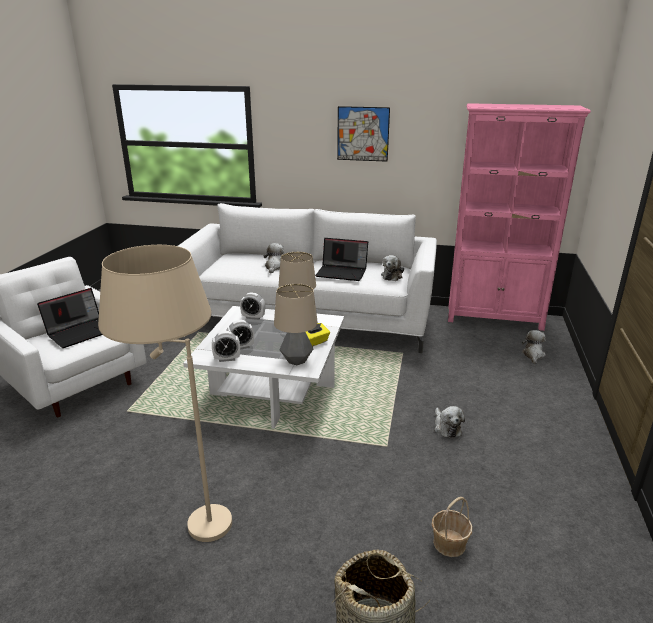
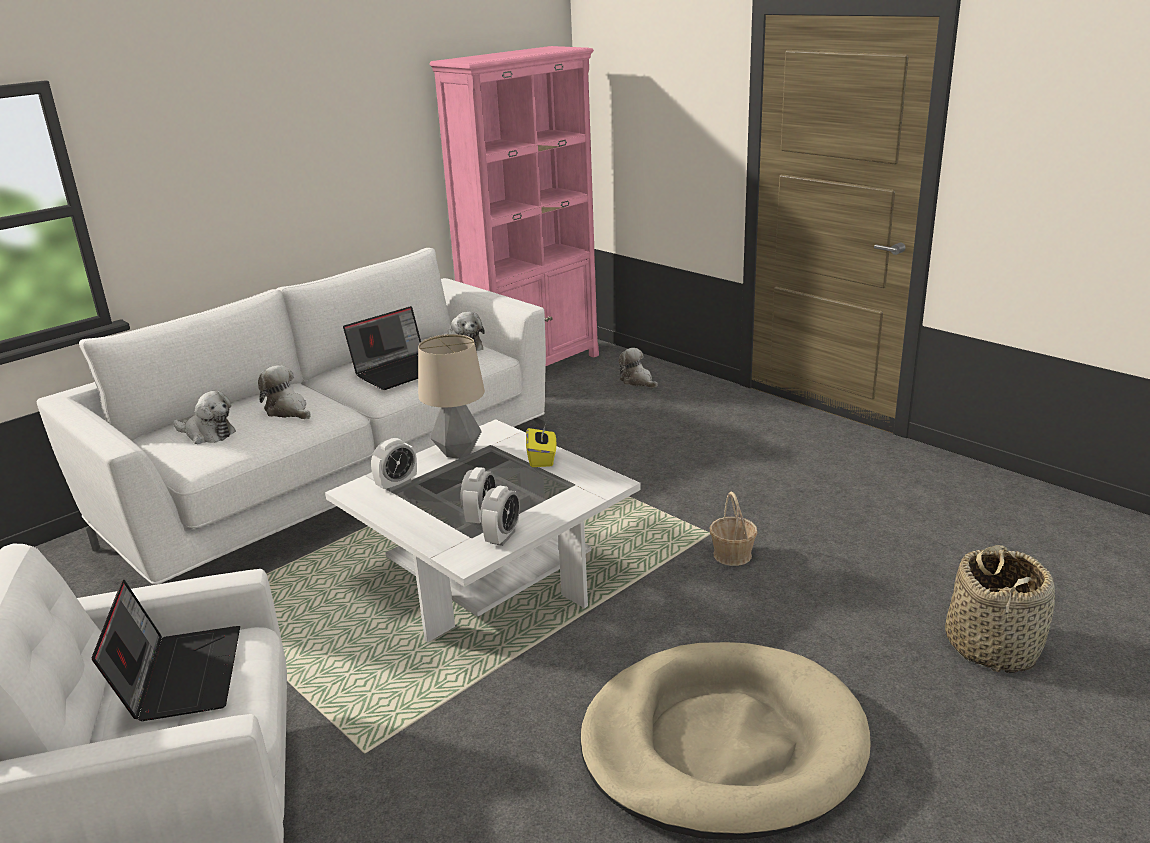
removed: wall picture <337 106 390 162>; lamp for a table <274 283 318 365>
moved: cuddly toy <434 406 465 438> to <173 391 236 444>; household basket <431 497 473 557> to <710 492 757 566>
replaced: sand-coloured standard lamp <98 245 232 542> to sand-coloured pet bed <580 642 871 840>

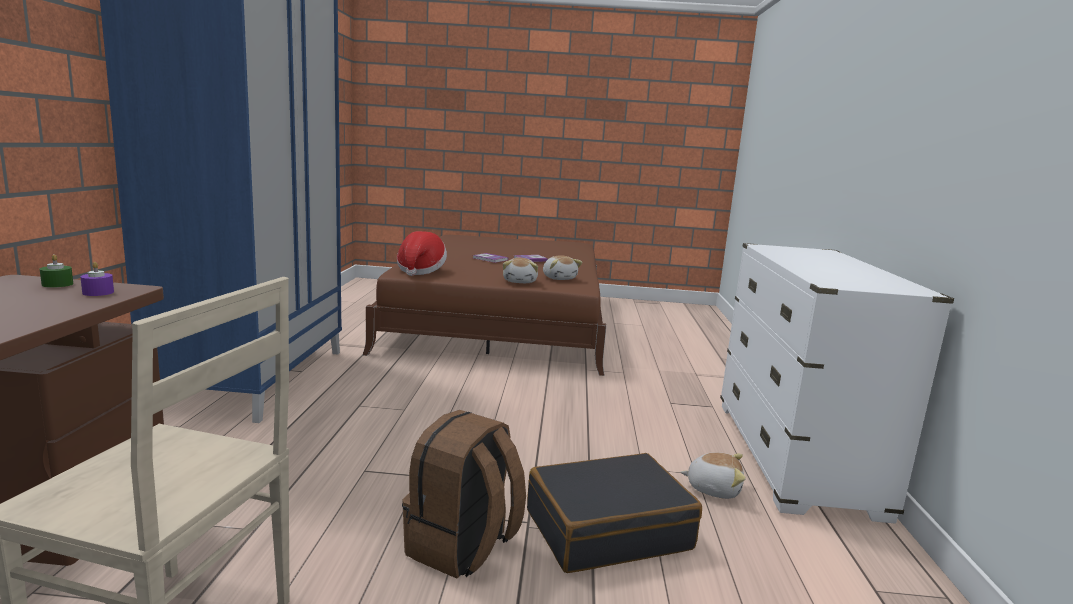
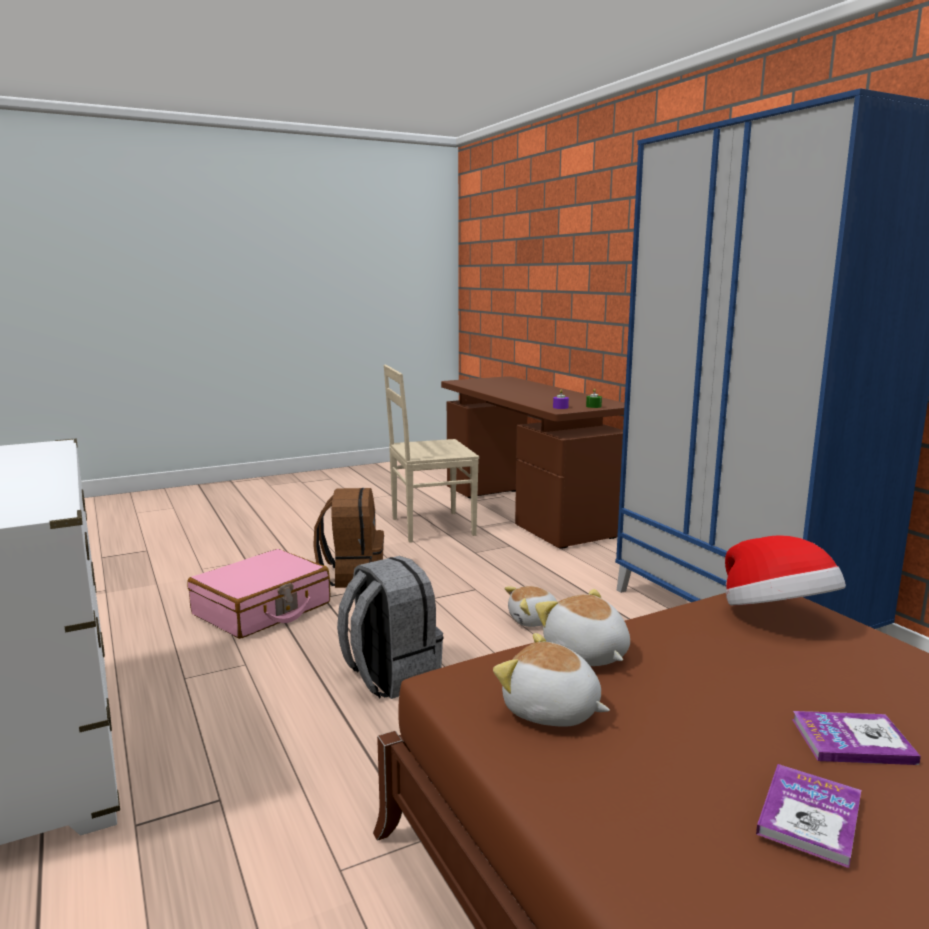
added: greyish rucksack <337 556 443 699>
moved: cuddly toy <680 452 746 499> to <505 586 557 627>
recoloured: blackish piece of luggage <527 453 702 573> to pink-coloured piece of luggage <187 549 330 639>

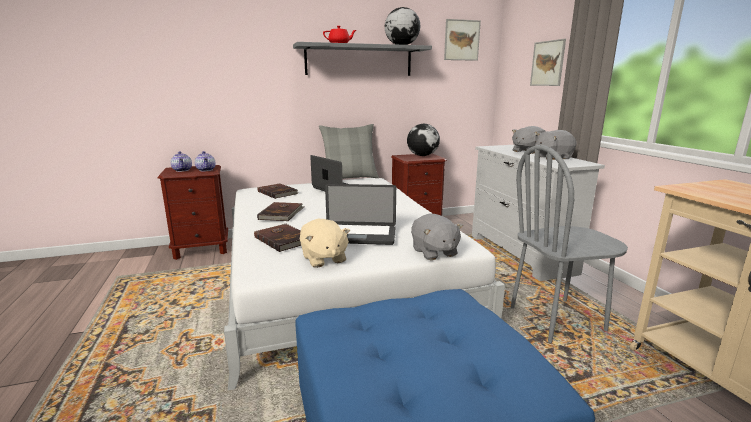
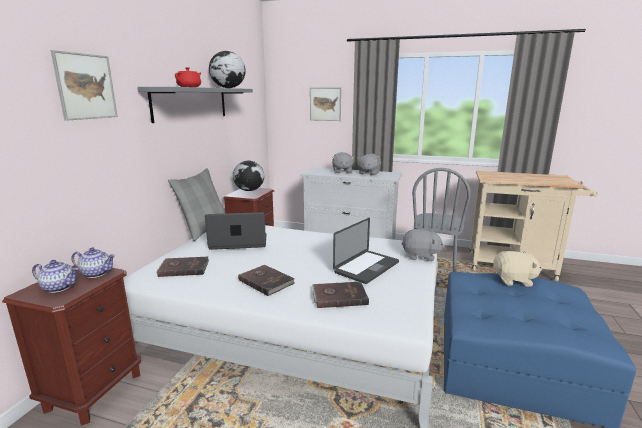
moved: wall picture <444 19 481 61> to <51 50 118 121>; sand-coloured cuddly toy <300 219 350 268> to <493 251 542 287>

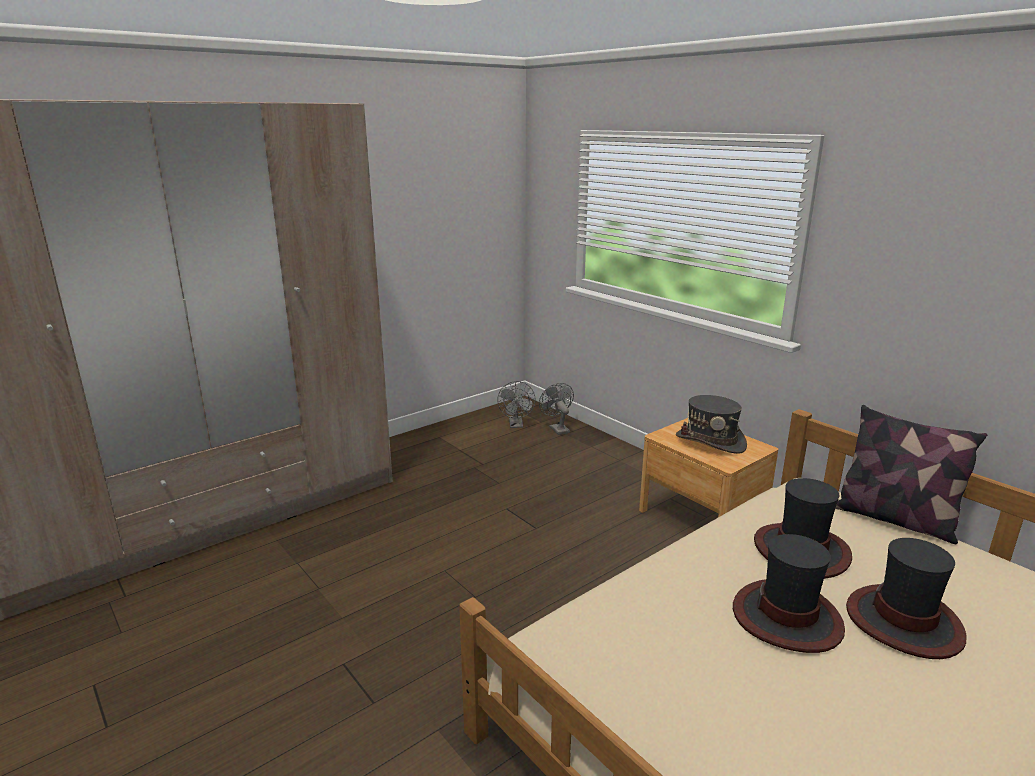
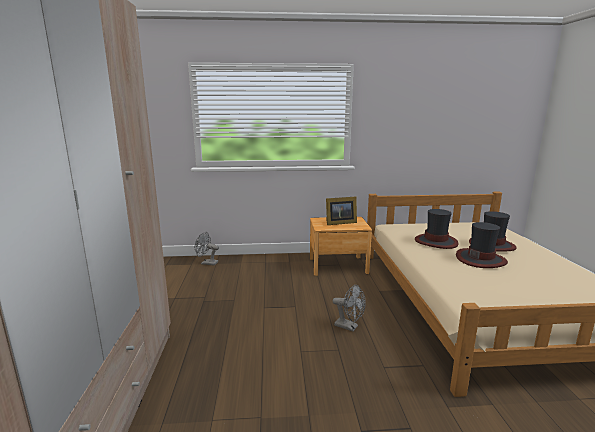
removed: pillow <835 405 987 544>
moved: greyish fan <497 381 536 428> to <333 285 366 331>
replaced: greyish clothing hat <676 395 747 454> to standing frame <326 196 357 225>

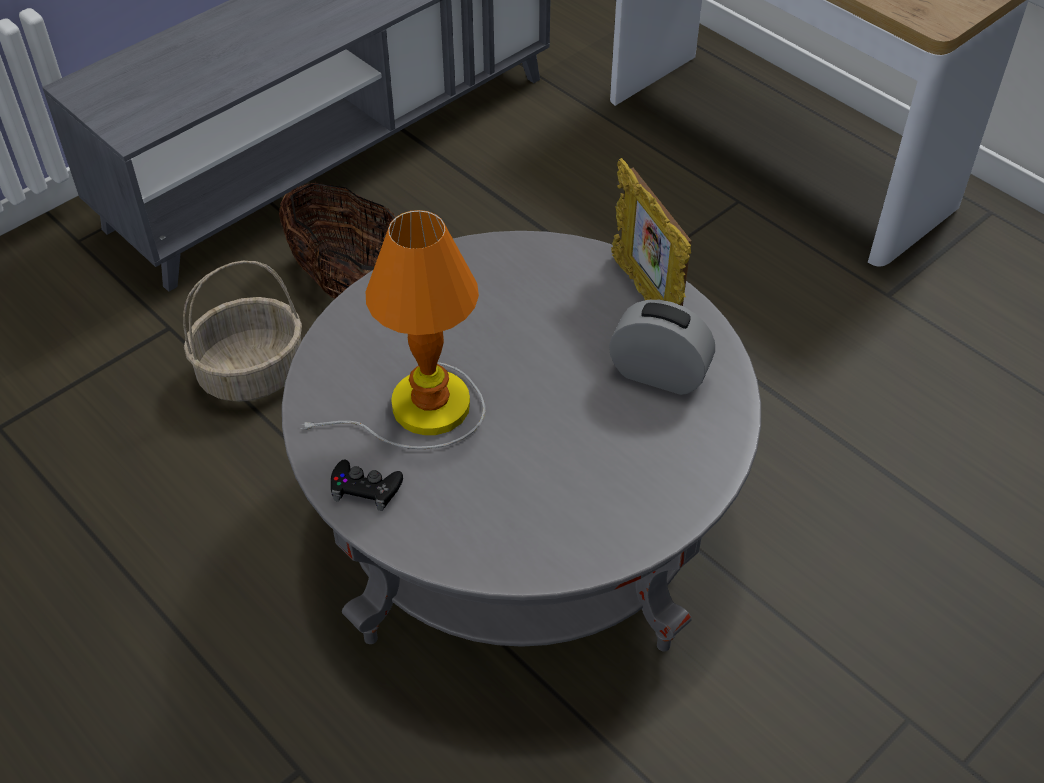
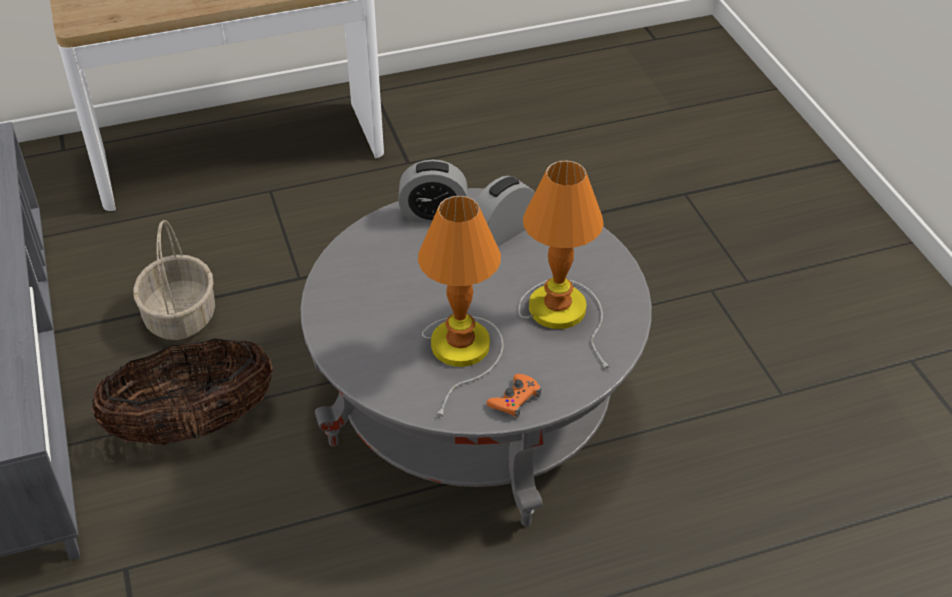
added: lamp for a table <518 161 610 370>
moved: household basket <183 261 302 402> to <133 220 215 340>
replaced: standing frame <611 158 691 306> to alarm clock <398 159 468 222>
recoloured: blackish gamepad <331 460 403 511> to orangey gamepad <487 374 541 418>

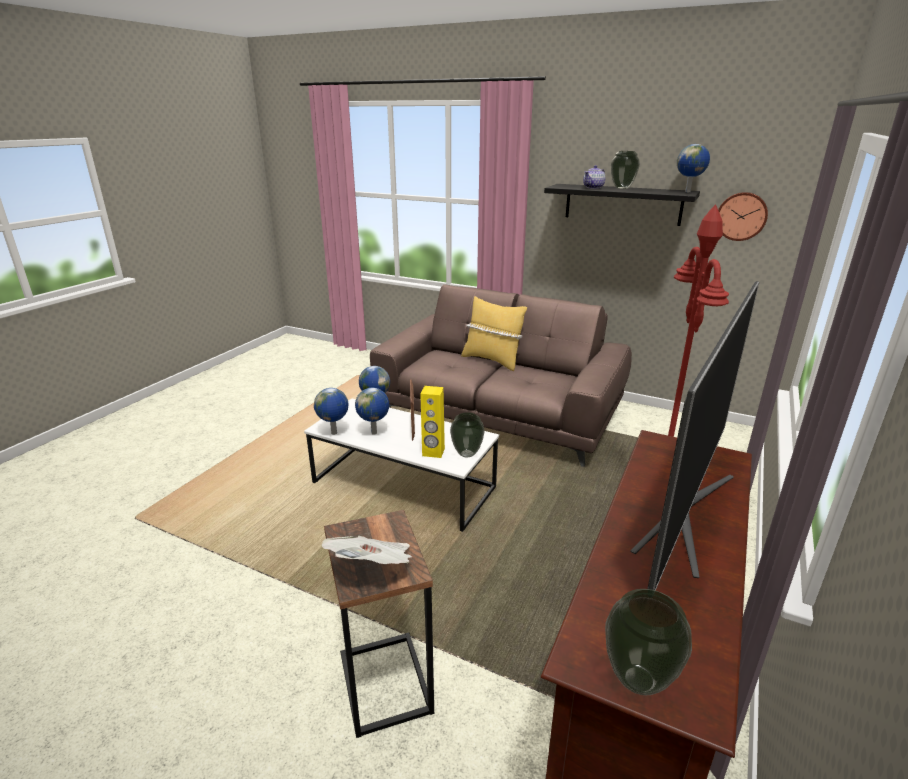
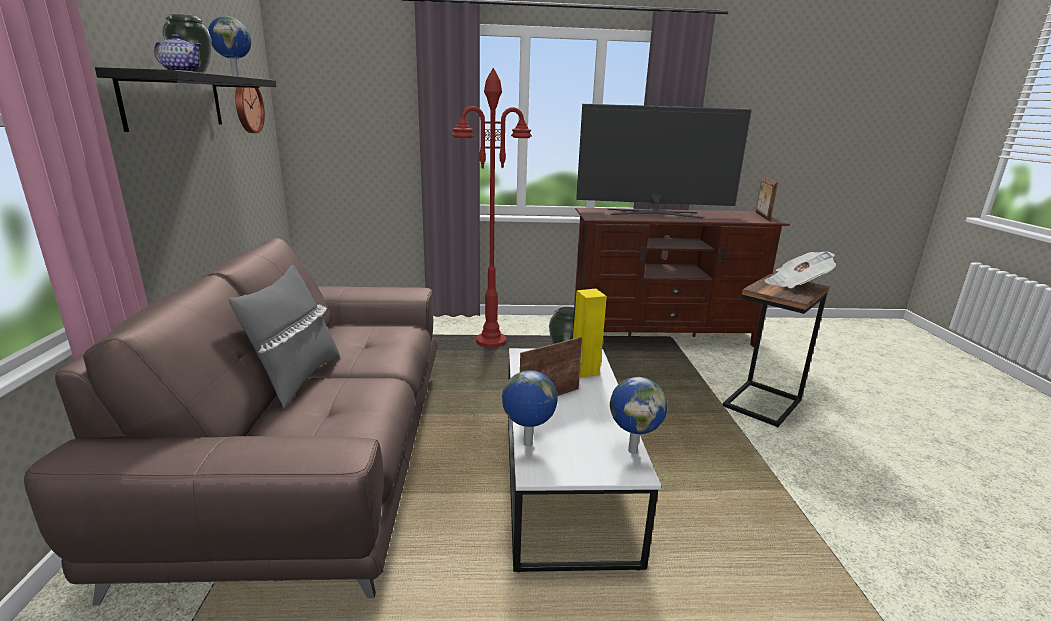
removed: globe <355 388 389 435>
replaced: vase <605 589 692 695> to standing frame <756 176 778 221>
recoloured: yellow-coloured pillow <461 296 527 371> to greyish pillow <229 265 340 409>

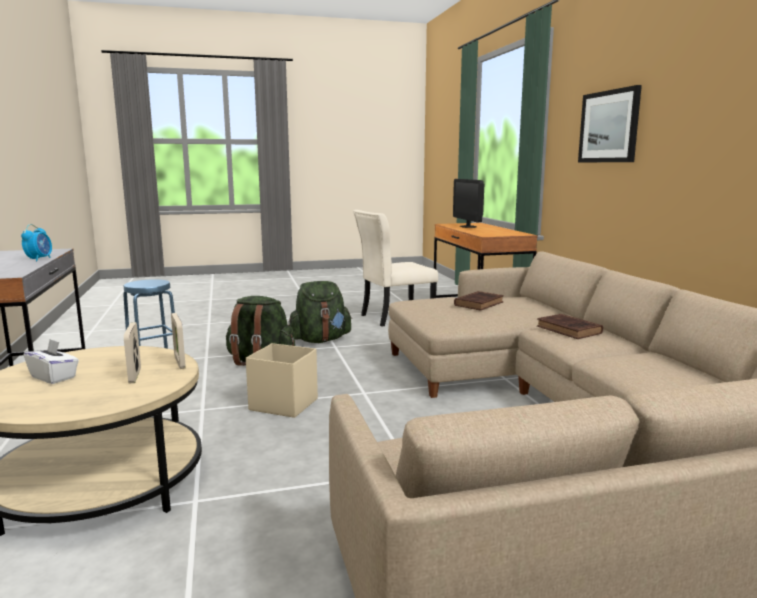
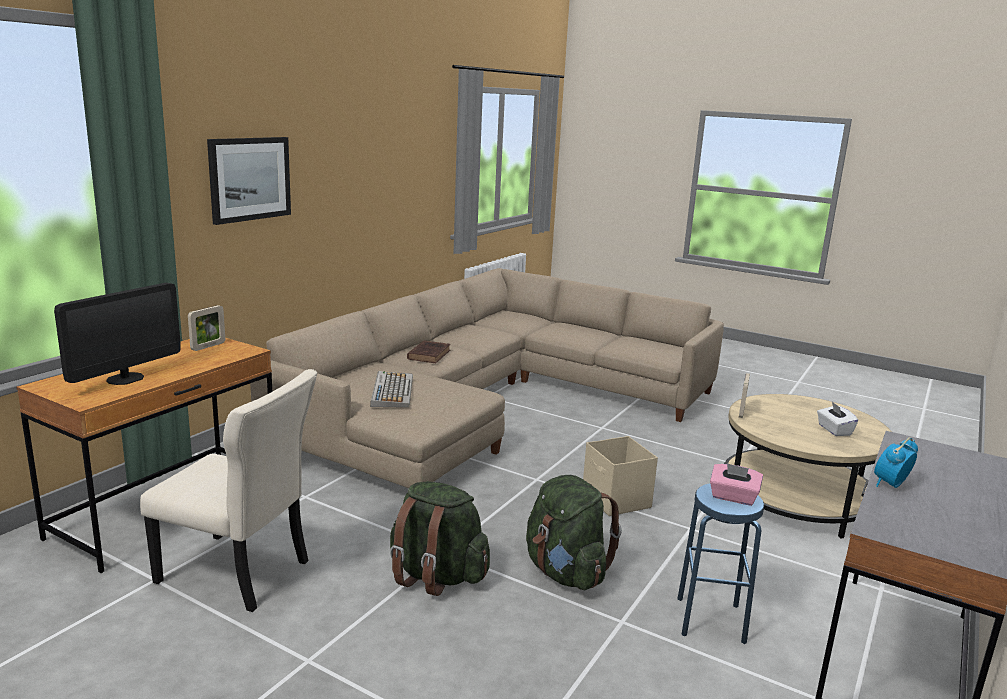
added: pink-coloured tissue box <710 463 763 506>
moved: standing frame <124 322 141 384> to <188 305 225 351>
replaced: brown bound book <454 291 504 310> to PC keyboard <370 371 413 408>

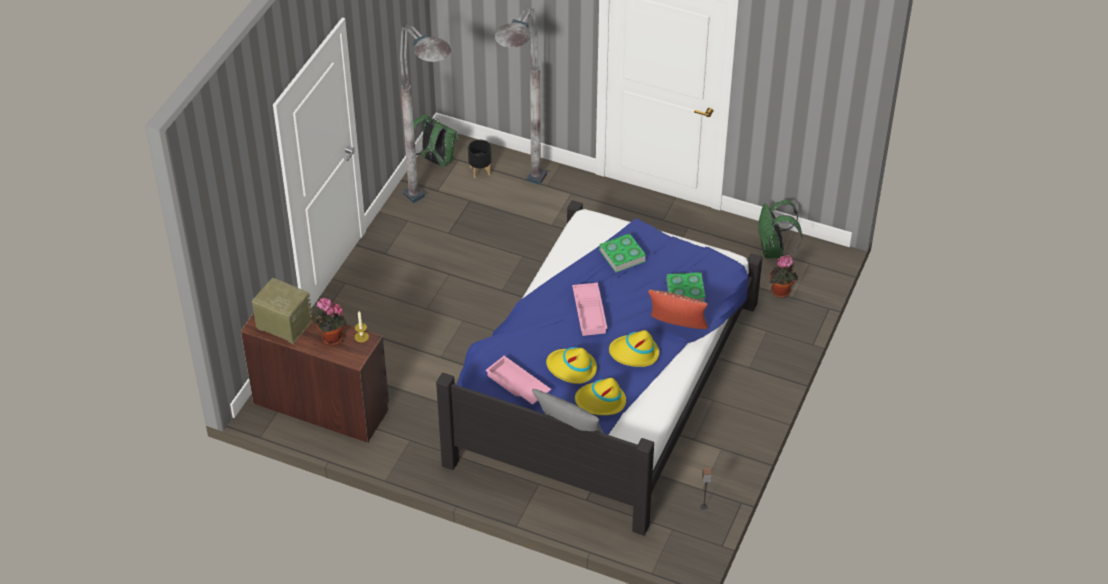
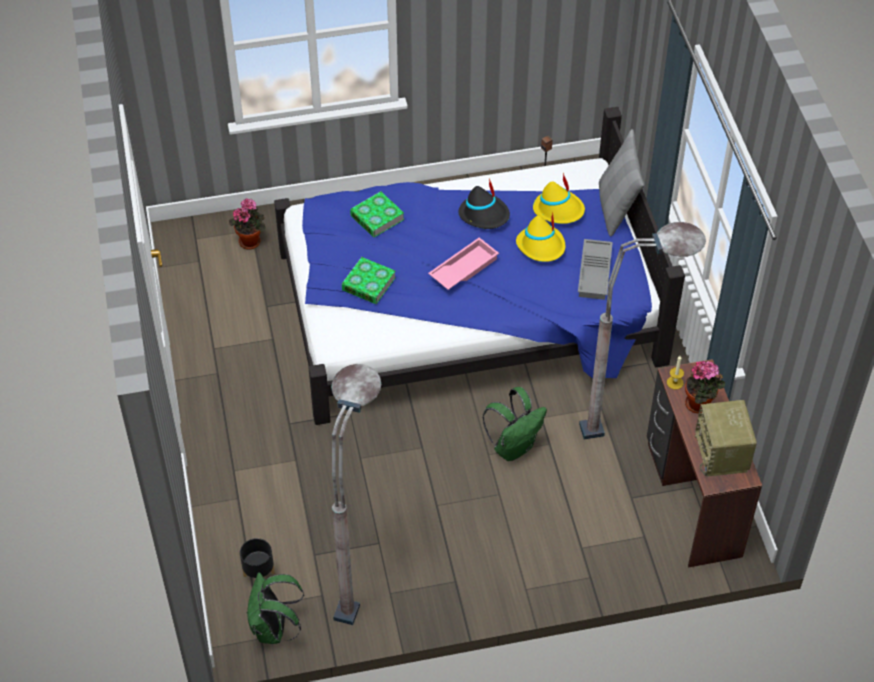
removed: pillow <648 290 708 329>
moved: greyish standard lamp <495 7 547 185> to <579 222 706 440>; green-coloured rucksack <758 200 802 258> to <482 387 547 461>
recoloured: yellow-coloured clothing hat <609 330 659 367> to blackish clothing hat <459 178 510 229>; pink-coloured carrying tray <485 356 551 405> to greyish carrying tray <578 239 613 300>

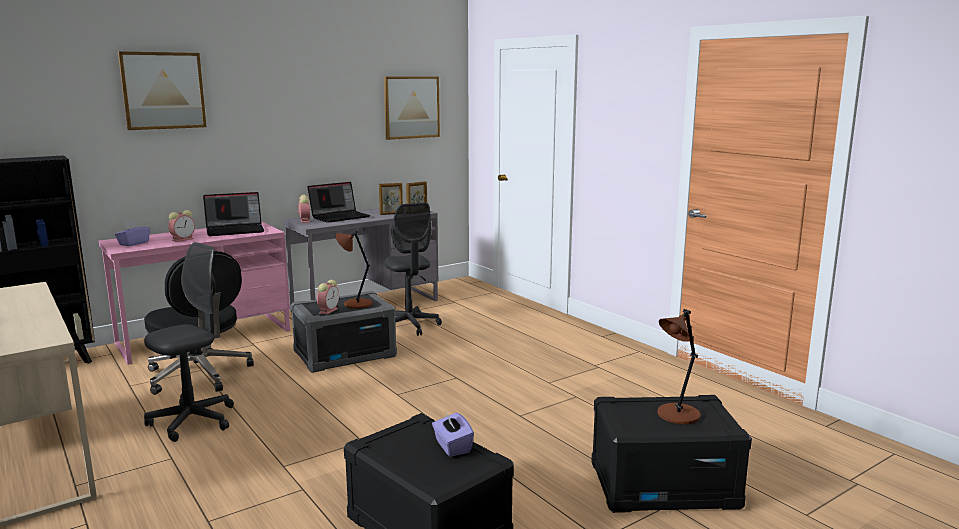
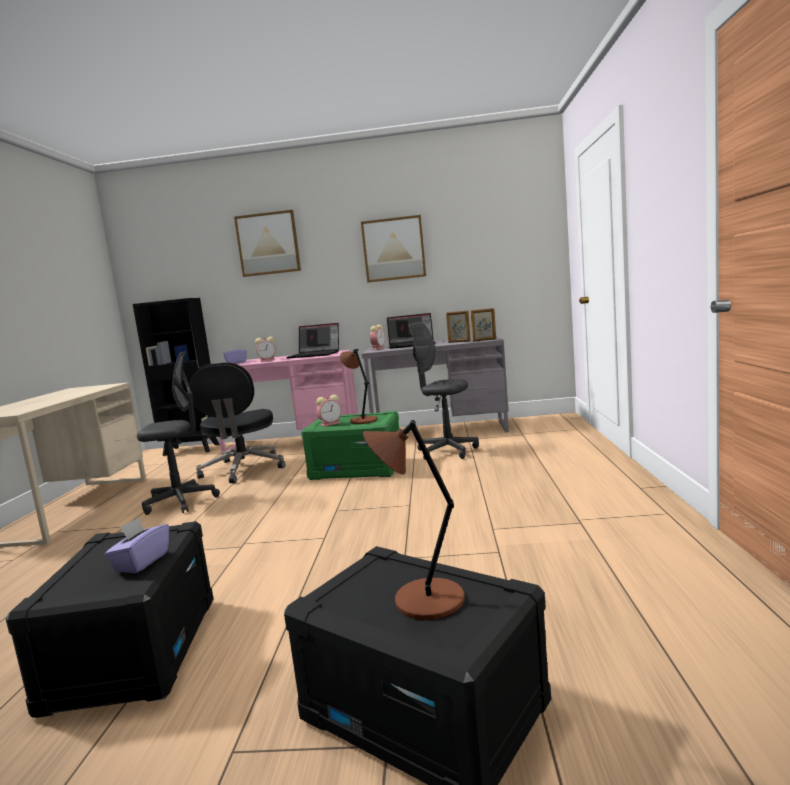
moved: wall picture <384 76 440 140> to <361 215 426 283>
recoloured: greyish storage container <291 291 397 373> to green-coloured storage container <301 411 399 480>
turned: greyish computer chair <384 202 442 336> = <409 322 479 460> 105 degrees clockwise

